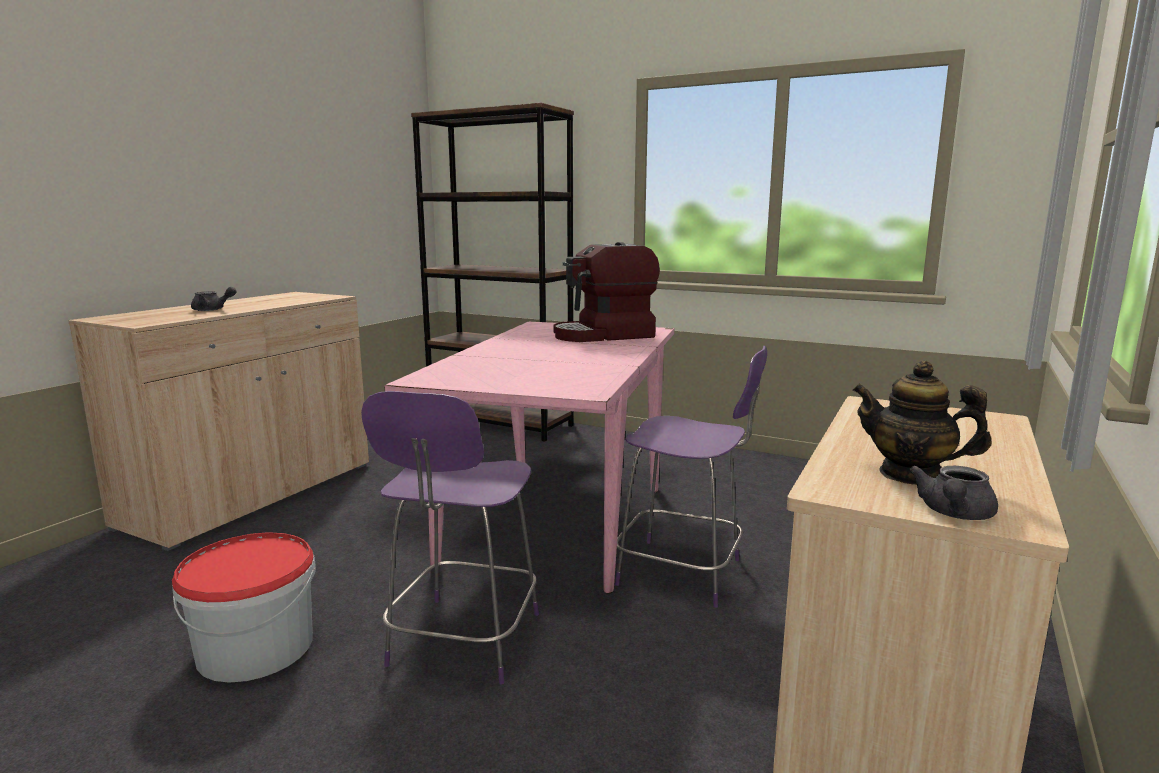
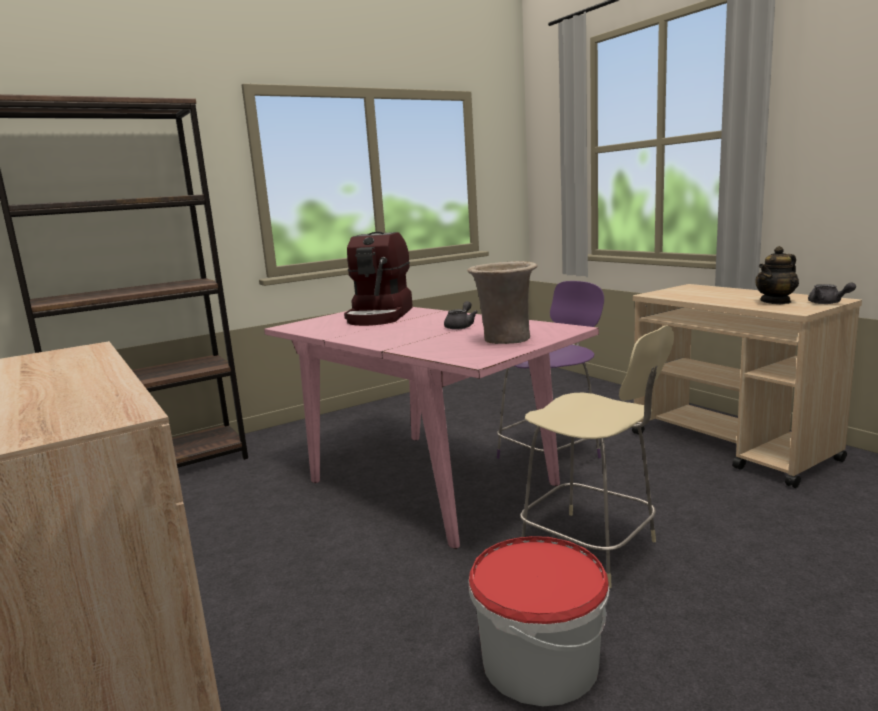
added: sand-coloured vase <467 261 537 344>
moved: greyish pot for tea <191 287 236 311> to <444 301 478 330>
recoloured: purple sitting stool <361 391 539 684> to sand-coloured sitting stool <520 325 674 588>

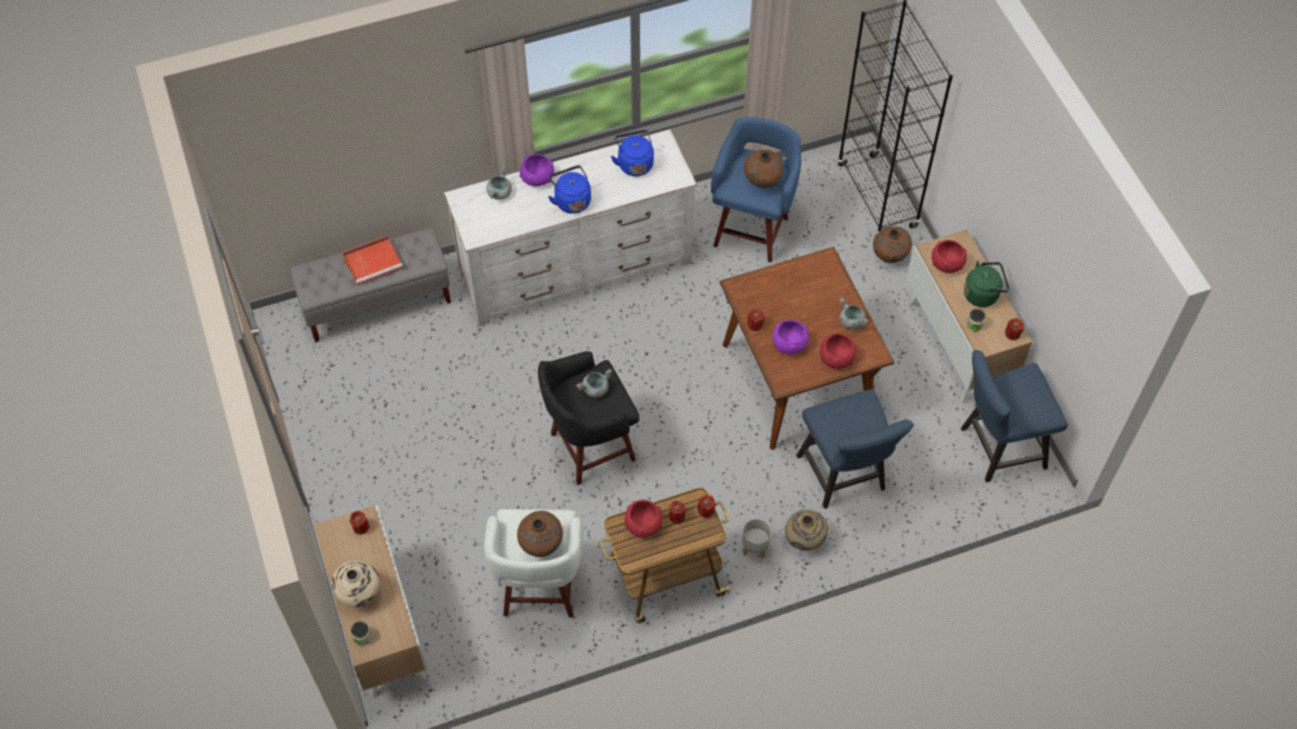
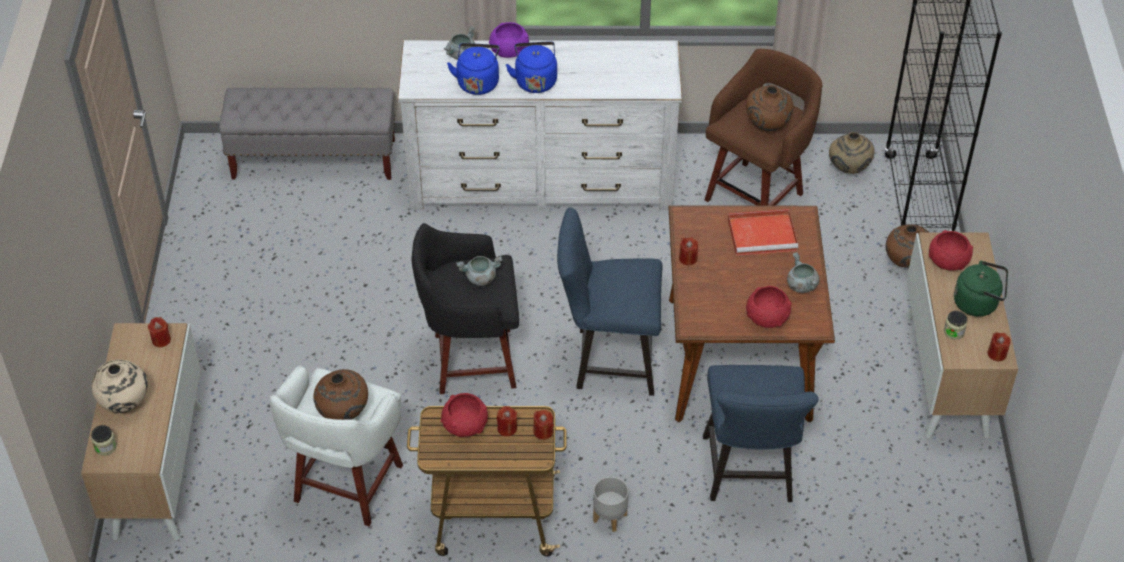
removed: purple bowl <773 320 809 355>
moved: blue water kettle <611 130 654 176> to <447 43 500 95>; red-coloured carrying tray <342 235 403 286> to <728 209 798 256>; blue plain chair <961 350 1068 482> to <557 207 663 396>; sand-coloured vase <785 510 828 551> to <829 132 875 174>
recoloured: blue sitting stool <711 117 801 263> to brown sitting stool <705 49 822 206>

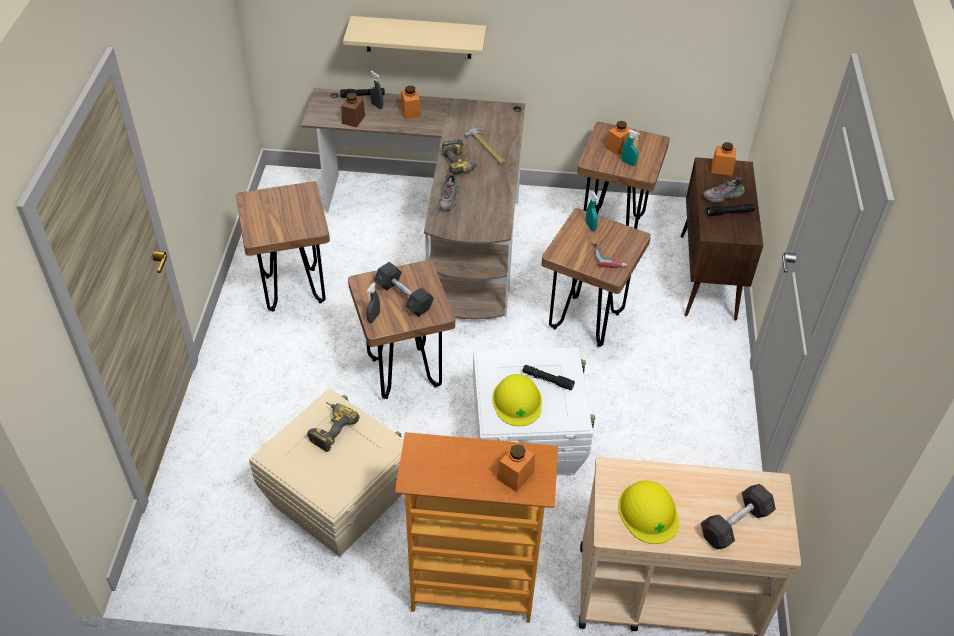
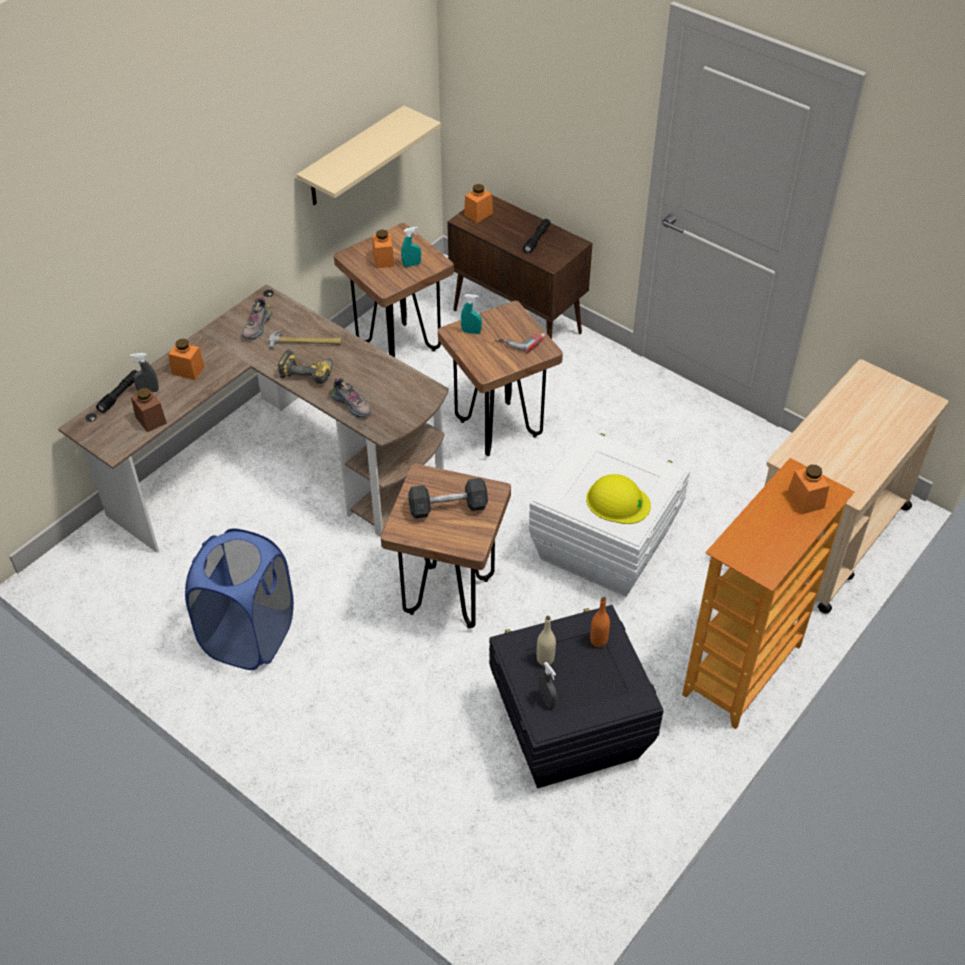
removed: blackish flashlight <522 365 575 390>; yellow-coloured safety helmet <618 480 679 544>; greyish dumbbell <701 484 776 549>
added: orangey bottle <590 597 610 647>
moved: sand-coloured shelf <343 16 487 59> to <297 105 441 205>; shoe <703 177 745 203> to <242 297 272 340>; greyish hand sprayer <366 283 380 323> to <539 662 557 708>
replaced: brown sitting stool <236 181 330 312> to blue laundry basket <185 528 294 670>; electric drill <307 402 360 452> to sand-coloured bottle <537 616 556 666>
recoloured: sand-coloured storage container <249 389 404 557> to blackish storage container <489 605 664 788>

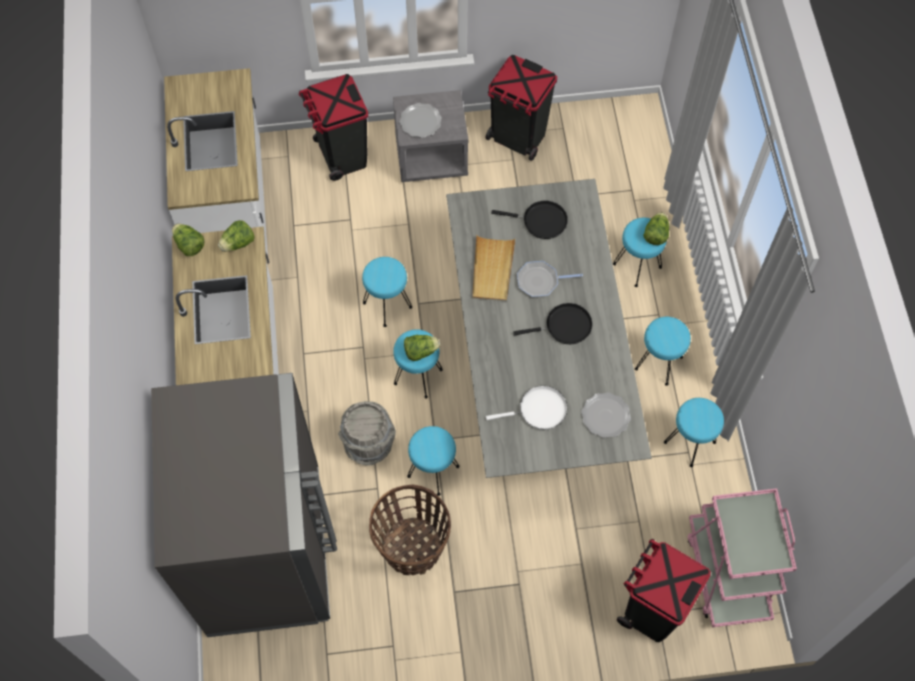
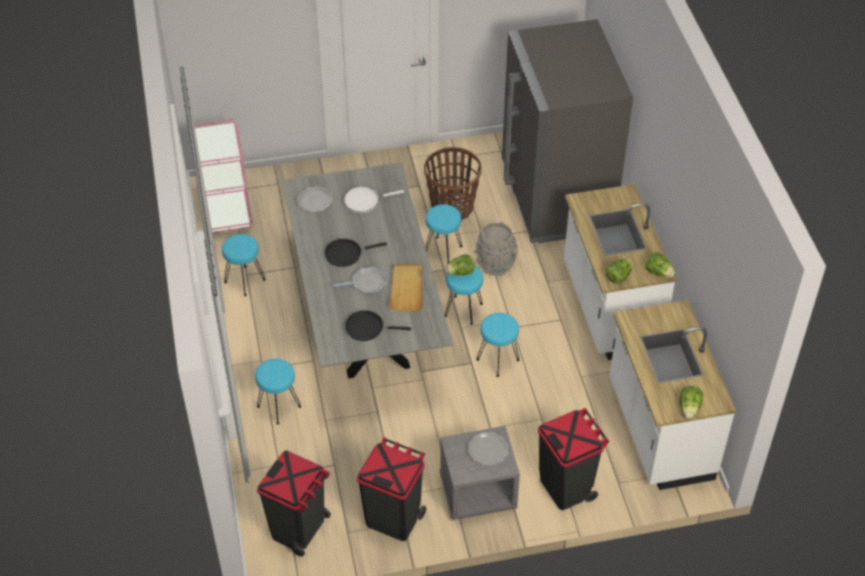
removed: blue-green sitting stool <635 317 691 386>
moved: head of lettuce <643 212 669 245> to <680 386 704 418>; blackish trash can <617 539 711 642> to <257 450 331 557>

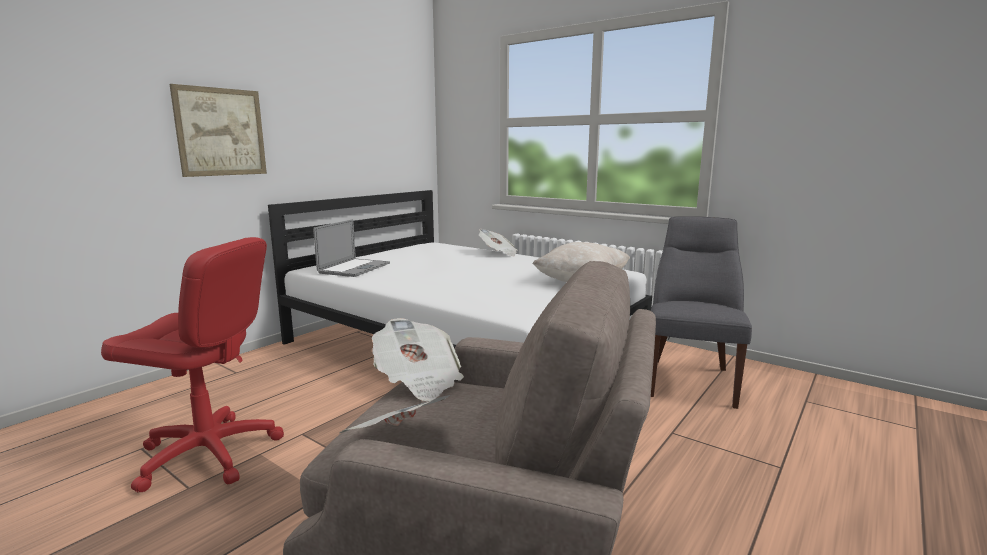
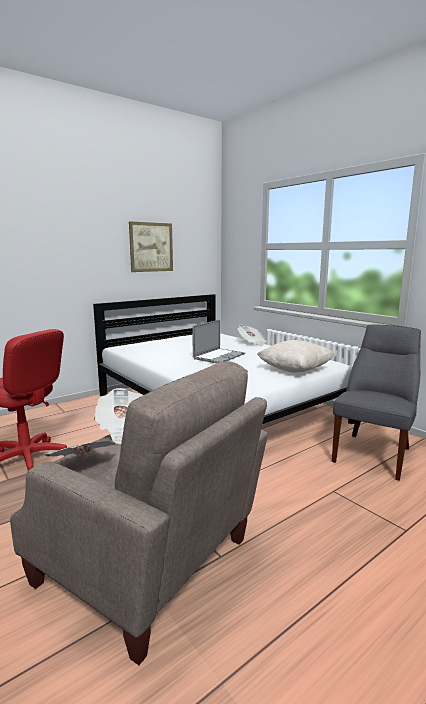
moved: wall picture <169 84 267 177> to <129 221 173 272>; notebook computer <313 219 390 277> to <192 320 245 363>

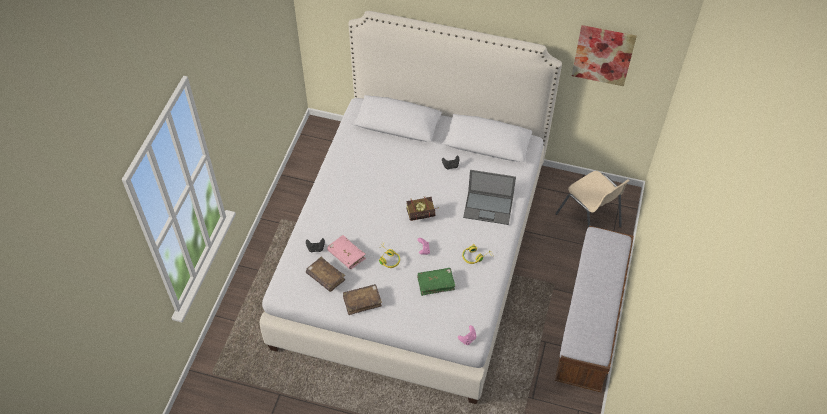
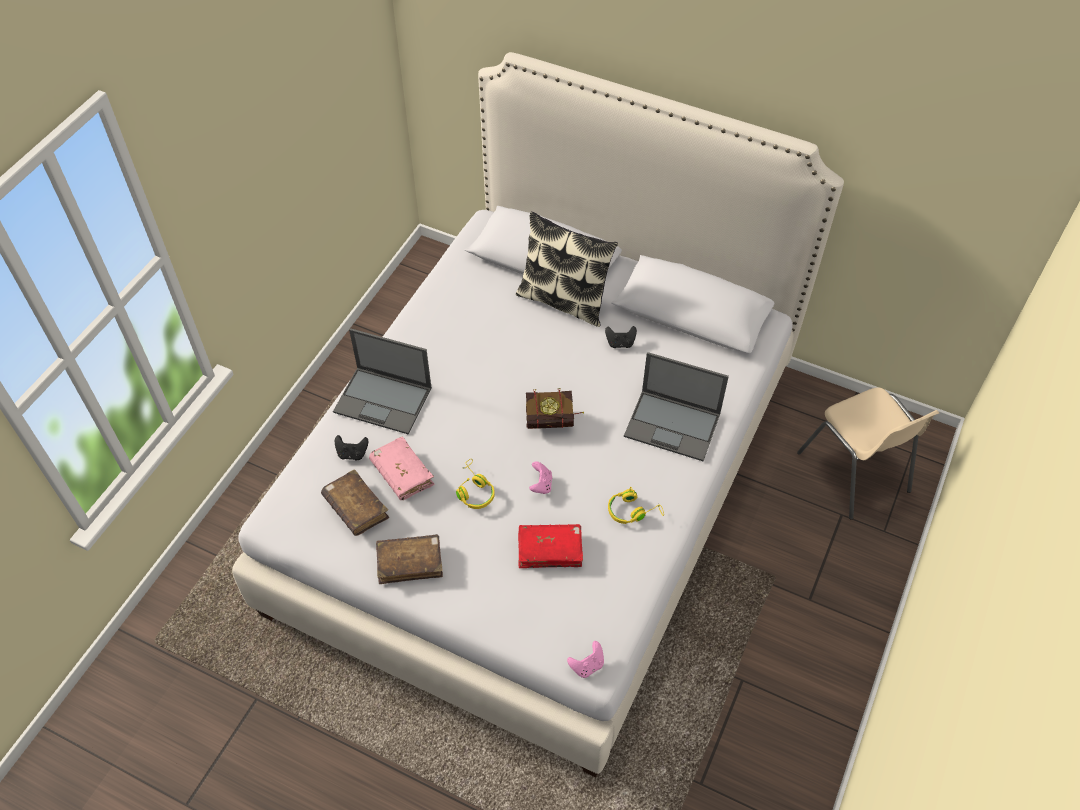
removed: wall picture <572 25 637 86>; indoor bench <555 226 634 392>
added: pillow <516 212 618 327>; notebook computer <333 328 432 434>
recoloured: green-coloured bound book <417 268 455 296> to red-coloured bound book <518 524 583 568>

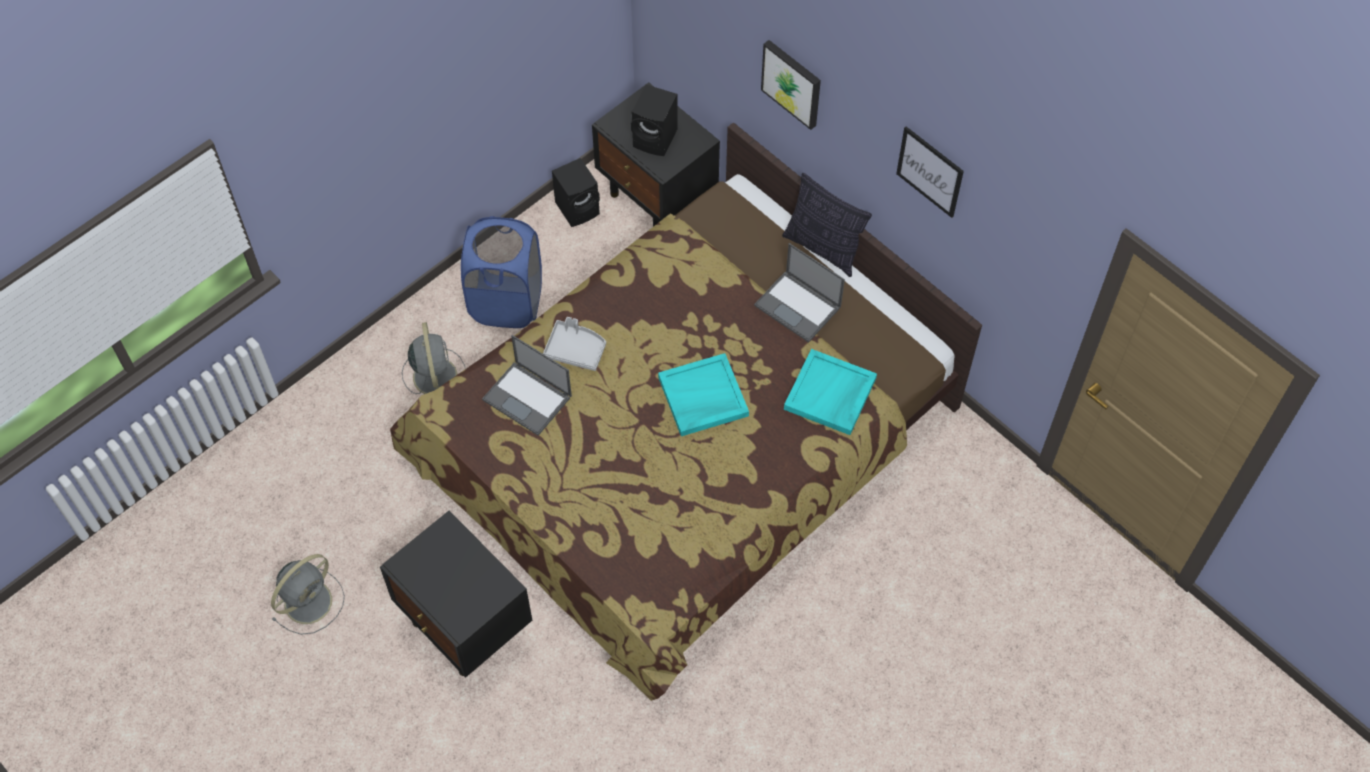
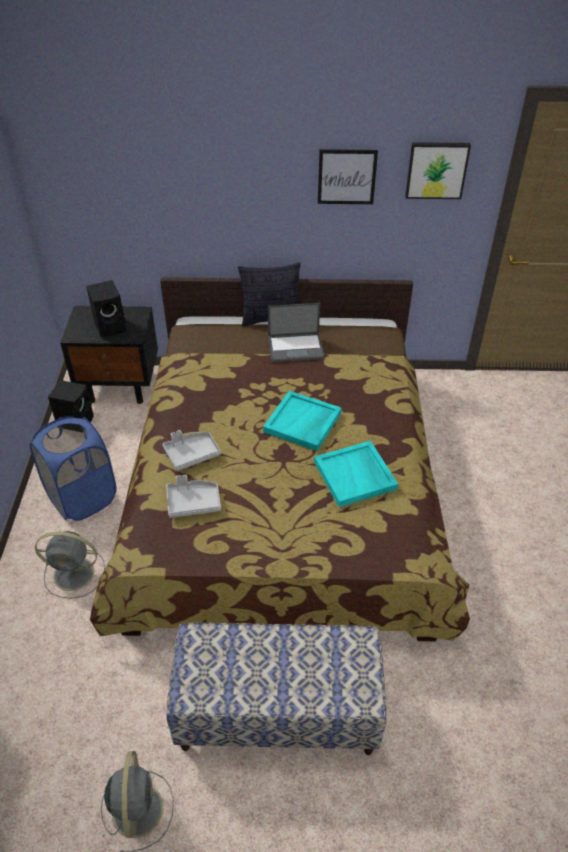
moved: wall picture <761 40 821 130> to <405 142 471 199>; blue-green carrying tray <784 349 877 435> to <314 441 398 507>
replaced: notebook computer <482 335 572 436> to greyish carrying tray <166 475 221 518>; blackish night table <380 511 532 678> to indoor bench <166 622 386 755>
turned: greyish fan <402 322 466 394> = <35 531 105 599> 150 degrees clockwise

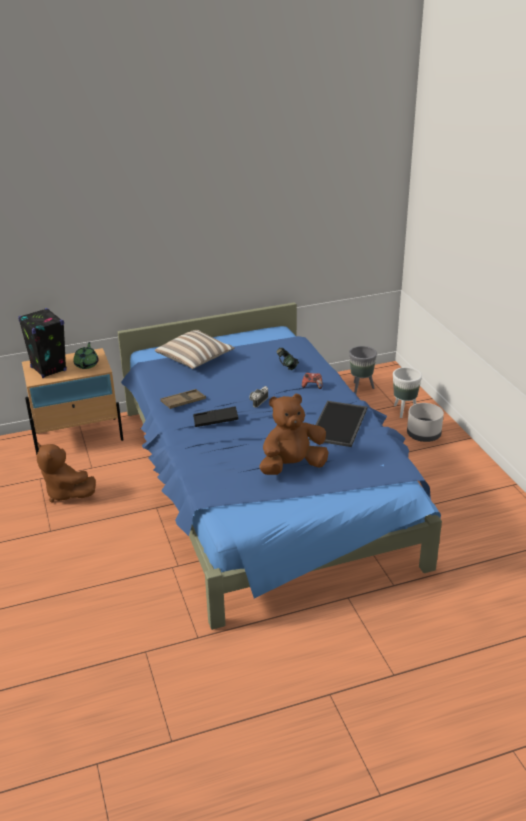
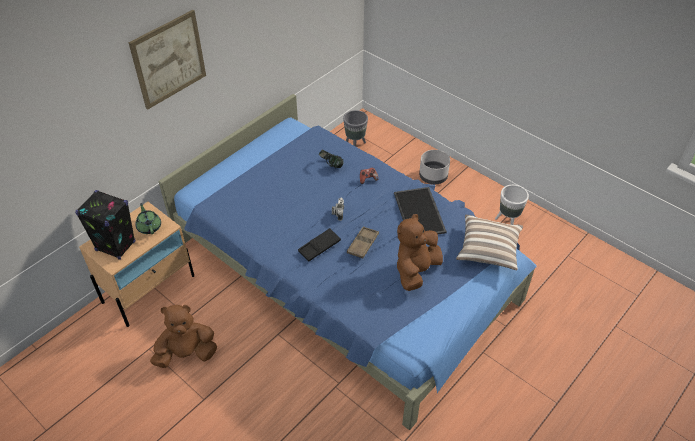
added: wall picture <129 10 206 109>
moved: pillow <155 330 235 369> to <456 215 523 270>; white-coloured planter <393 367 422 418> to <495 185 529 225>; brown carrying tray <160 389 206 409> to <347 226 379 258>
turned: brown cuddly toy <37 443 96 502> = <150 305 217 368> 150 degrees clockwise

